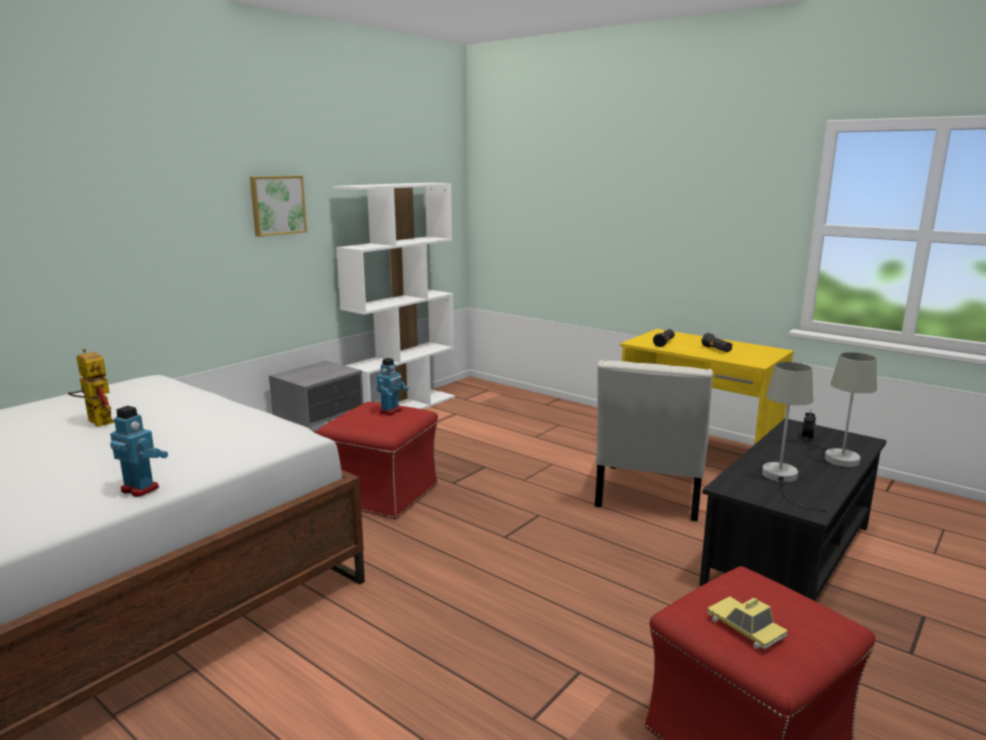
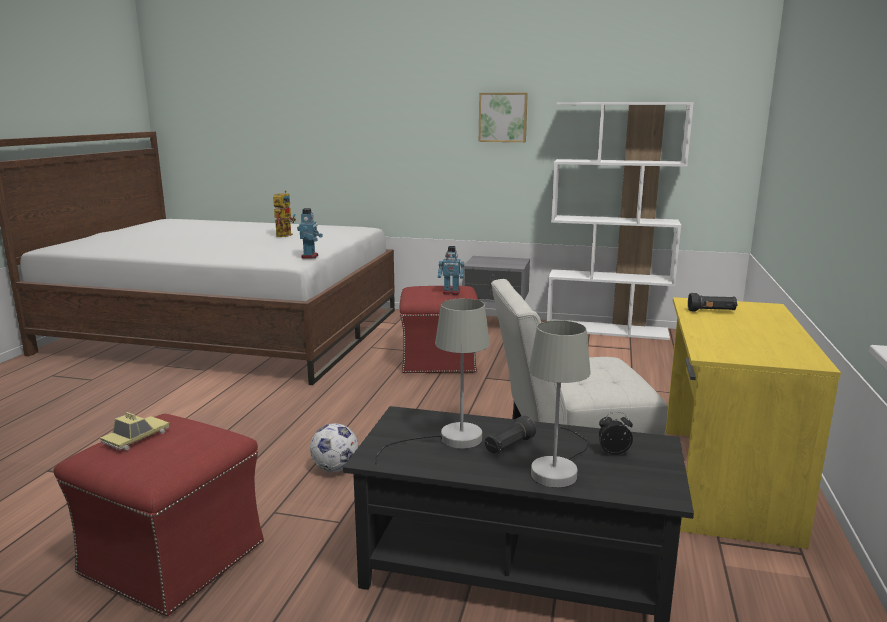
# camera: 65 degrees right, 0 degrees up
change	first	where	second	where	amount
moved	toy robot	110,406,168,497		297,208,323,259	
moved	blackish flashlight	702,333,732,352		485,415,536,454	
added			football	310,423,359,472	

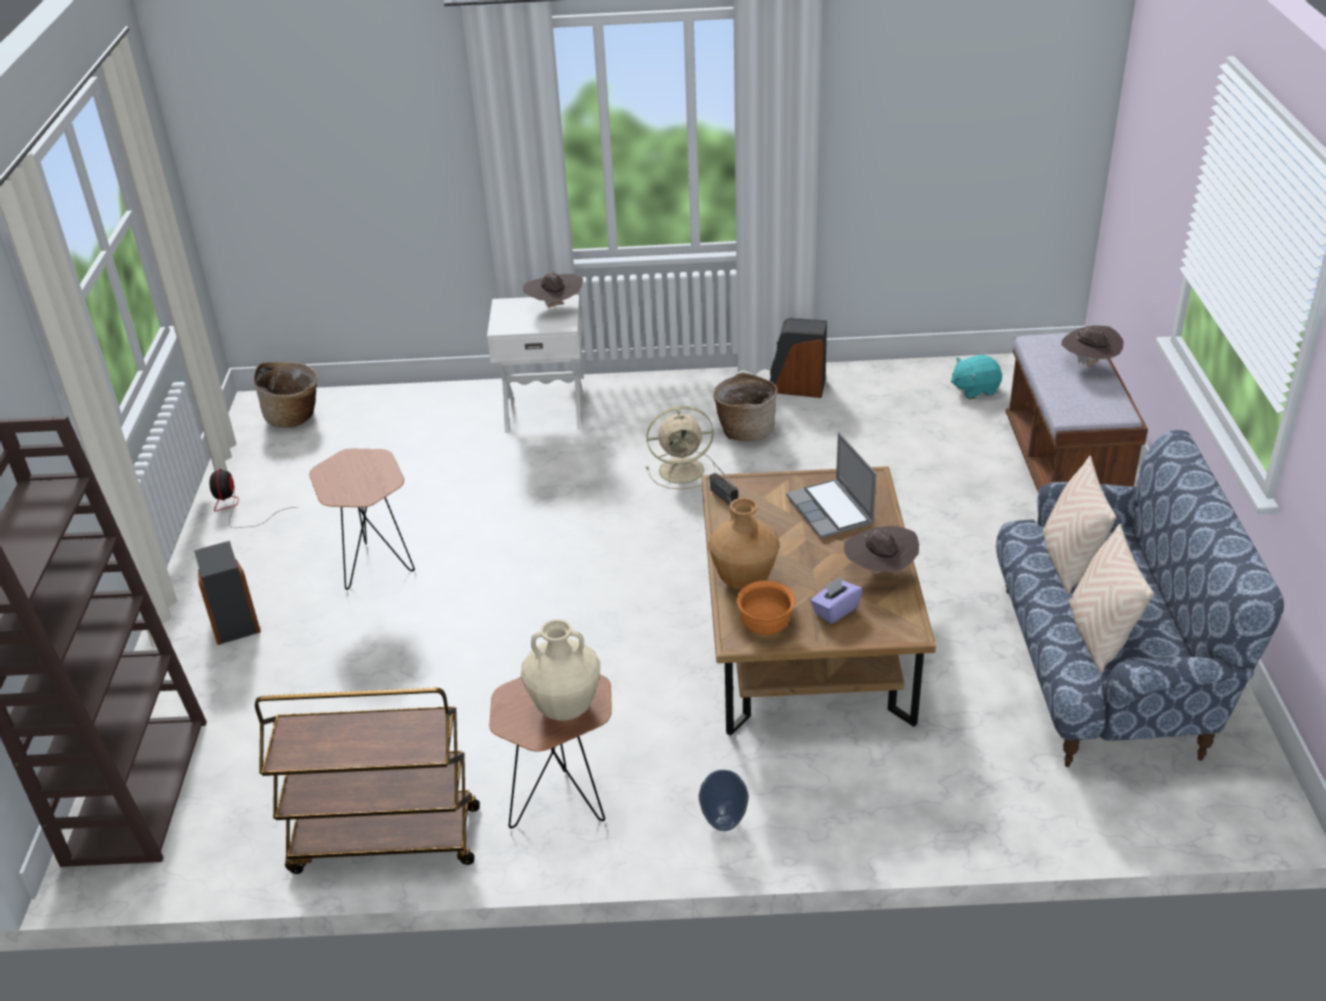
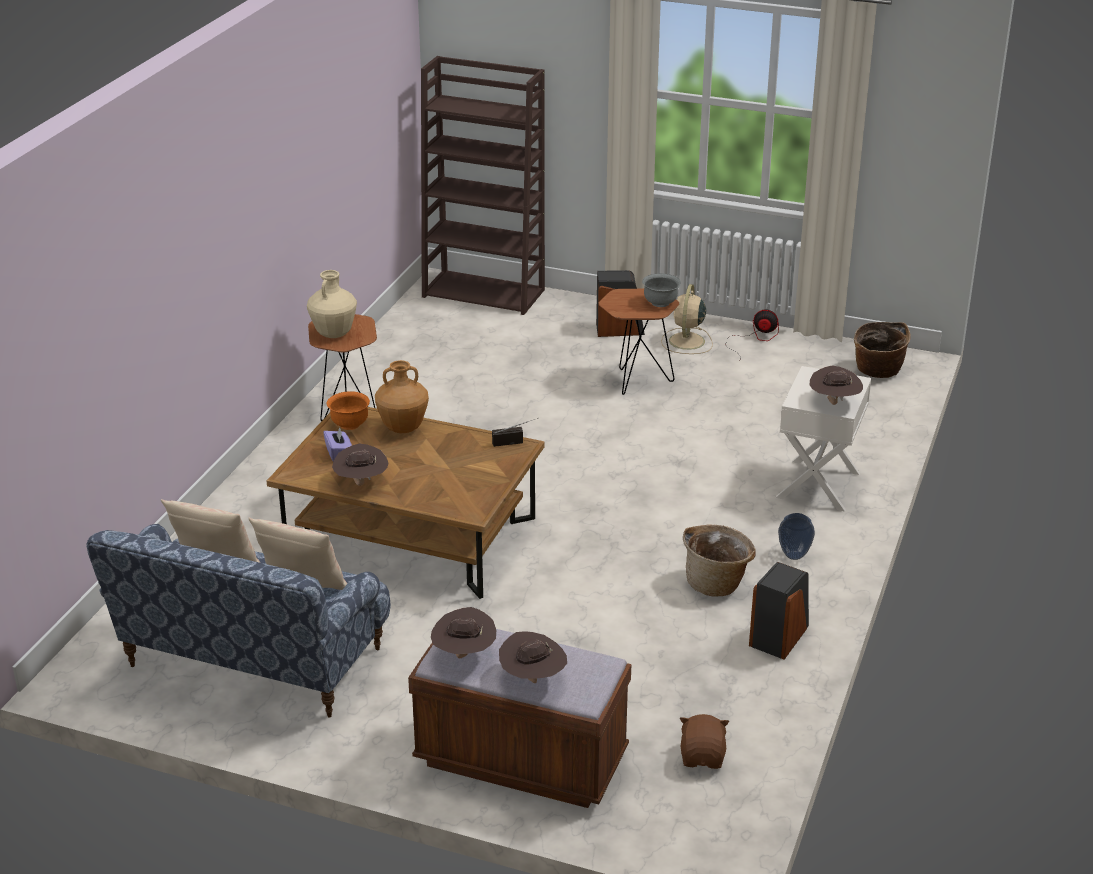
# camera: 110 degrees right, 5 degrees down
change	first	where	second	where	amount
removed	brownish cart	255,688,480,874			
moved	beige-coloured fan	646,406,715,489		661,284,713,354	
moved	flower vase	699,770,749,831		778,513,815,560	
removed	portable computer	786,432,876,538			
recoloured	blue-green cuddly toy	951,355,1002,399	brownish cuddly toy	680,714,729,769	
added			brownish wearable hat	431,607,496,658	
added			gray deep dish	642,273,681,307	

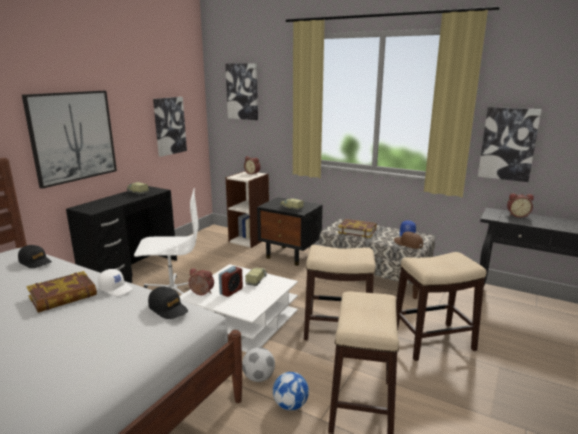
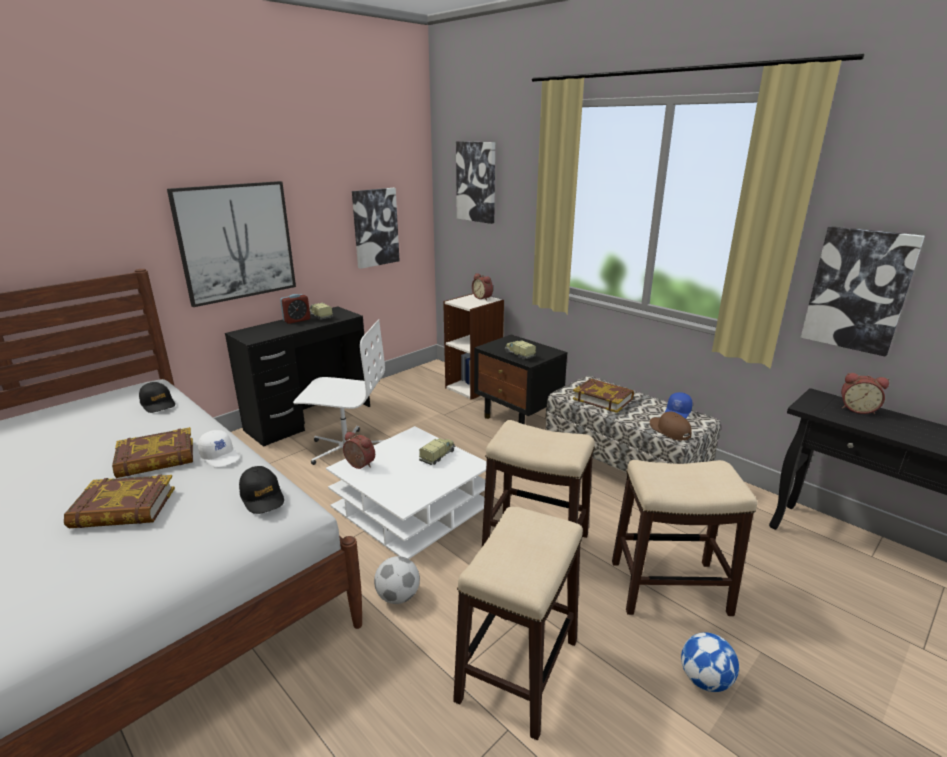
# camera: 15 degrees right, 5 degrees up
change	first	where	second	where	amount
moved	bedside clock	219,266,243,297		280,294,310,324	
moved	football	273,372,309,411		681,632,739,692	
added			book	64,475,175,528	

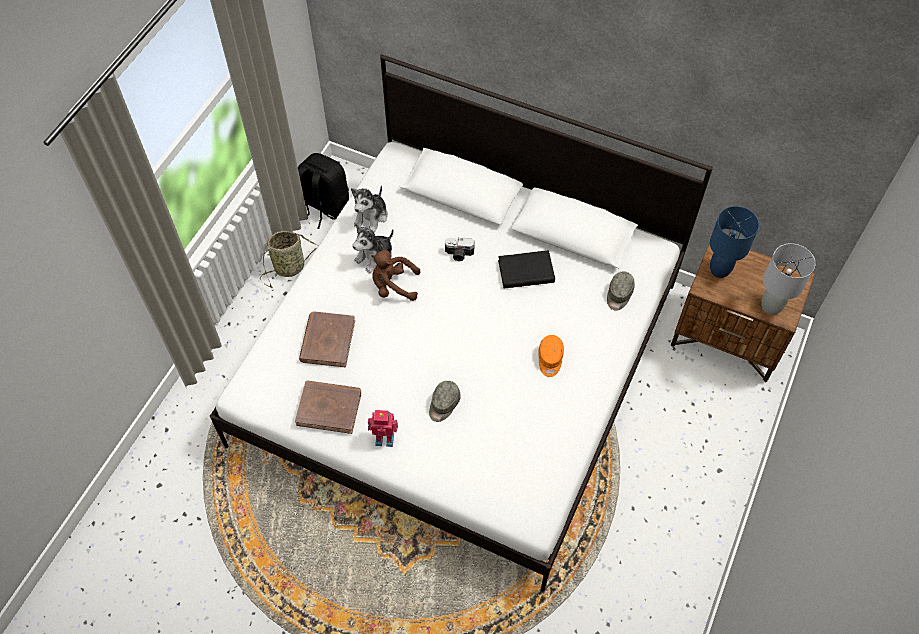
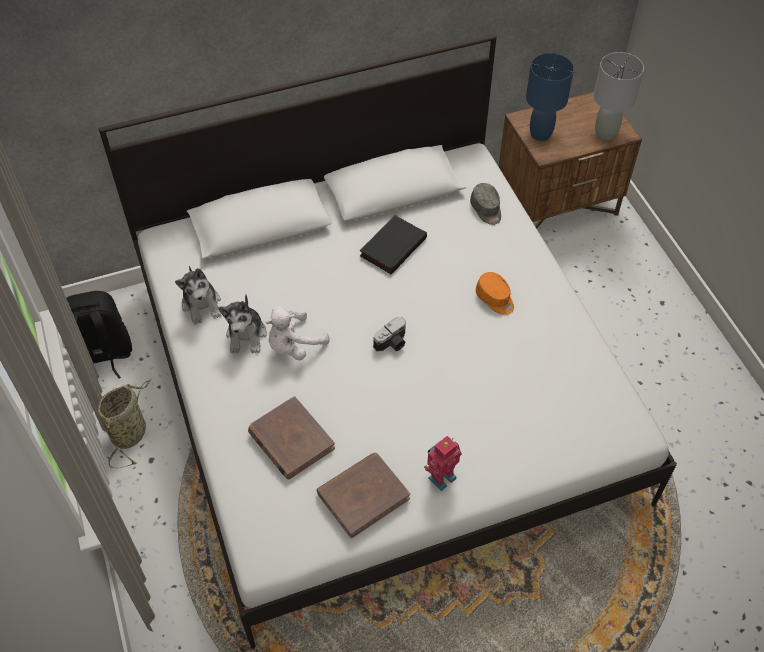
# camera: 45 degrees left, 5 degrees down
change	first	where	second	where	amount
recoloured	brownish cuddly toy	371,250,420,301	white cuddly toy	266,306,330,360	
removed	gray peaked cap	429,381,461,422			
moved	still camera	445,237,474,261		373,317,406,352	

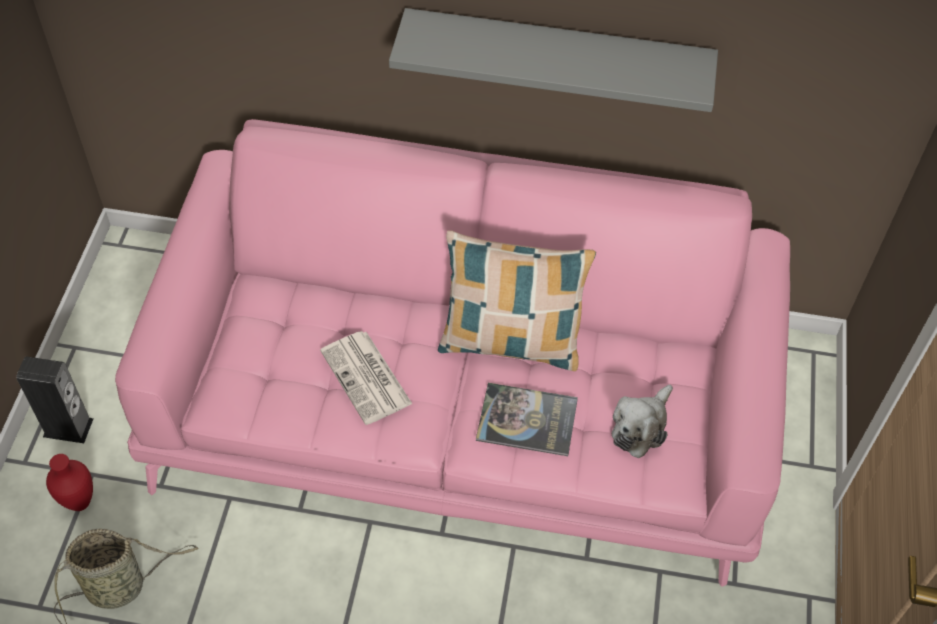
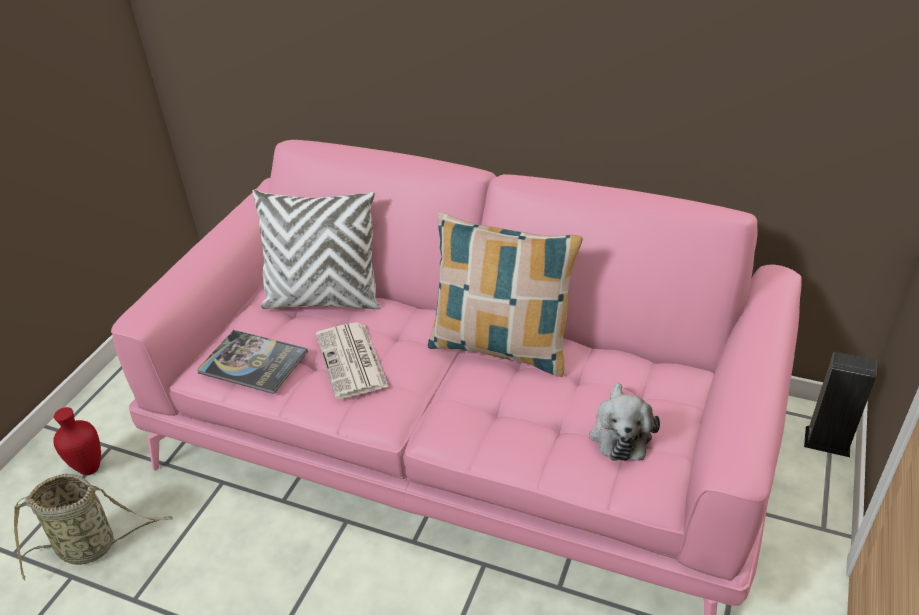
# camera: 15 degrees right, 15 degrees down
change	first	where	second	where	amount
moved	audio speaker	17,357,93,443		804,351,877,457	
removed	gray bracket shelf	389,8,718,112			
moved	book	476,383,578,456		197,330,308,394	
turned	cuddly toy	612,385,673,458		589,383,660,461	45 degrees counterclockwise
added			white pillow	252,190,381,309	

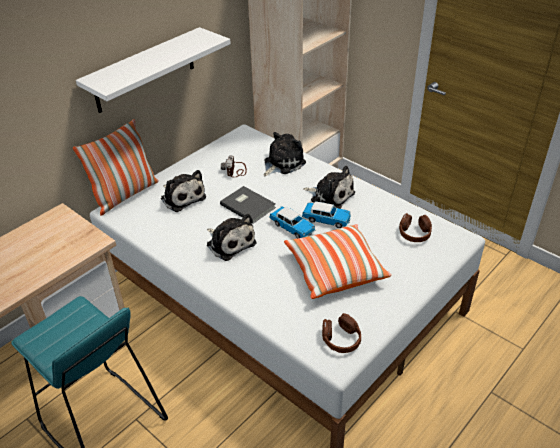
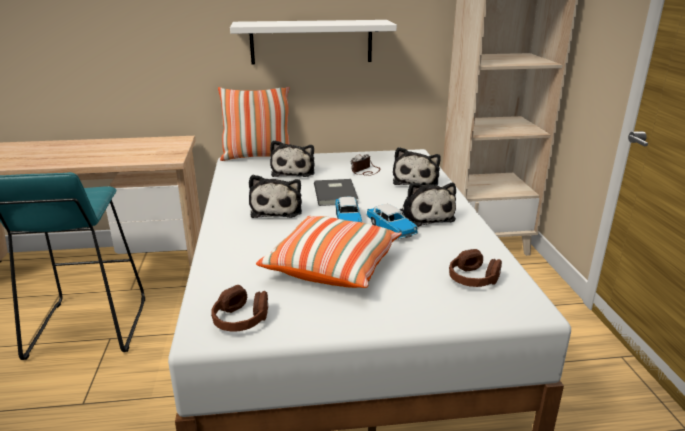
# camera: 40 degrees right, 15 degrees down
change	first	where	second	where	amount
turned	cuddly toy	263,132,306,176		393,147,441,186	105 degrees clockwise

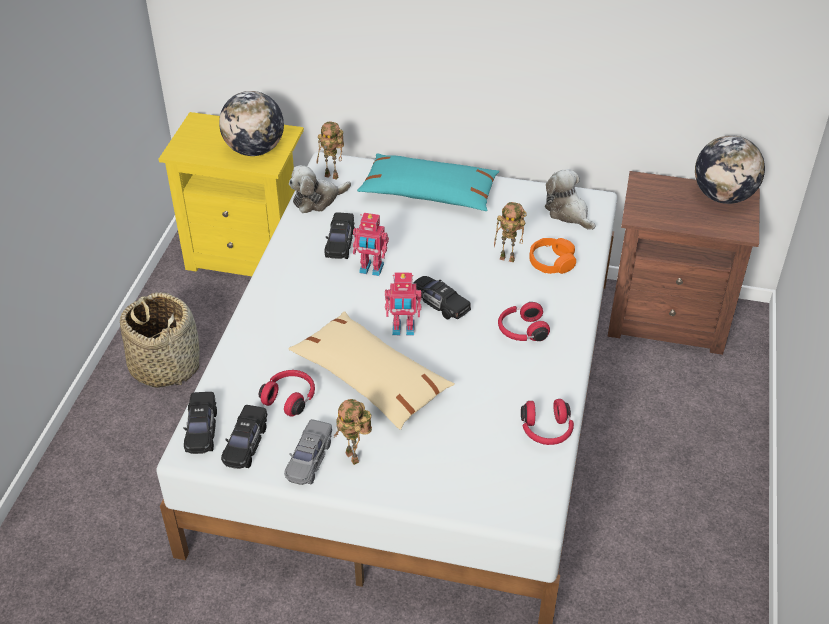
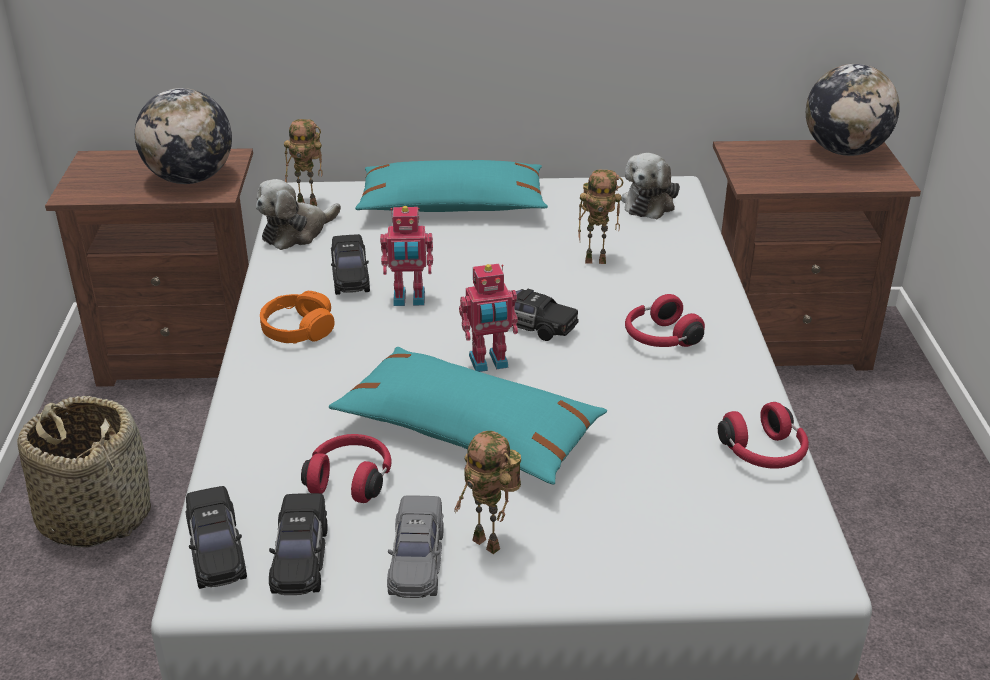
# camera: 15 degrees left, 10 degrees down
change	first	where	second	where	amount
recoloured	yellow-coloured bedside table	159,112,304,276	brownish bedside table	45,148,253,387	
recoloured	beige-coloured pillow	288,311,455,430	blue-green pillow	329,347,607,485	
moved	orangey headphones	529,238,576,274		260,291,335,344	
turned	cuddly toy	545,169,596,230		621,153,680,220	105 degrees counterclockwise

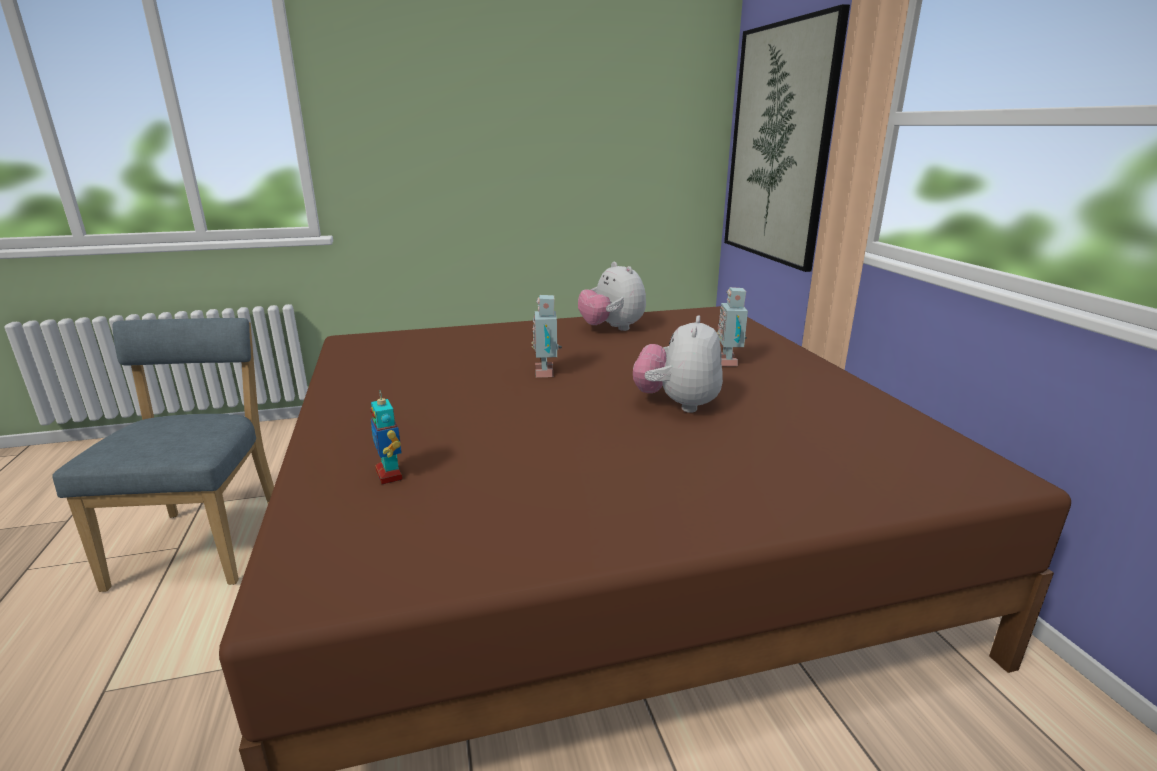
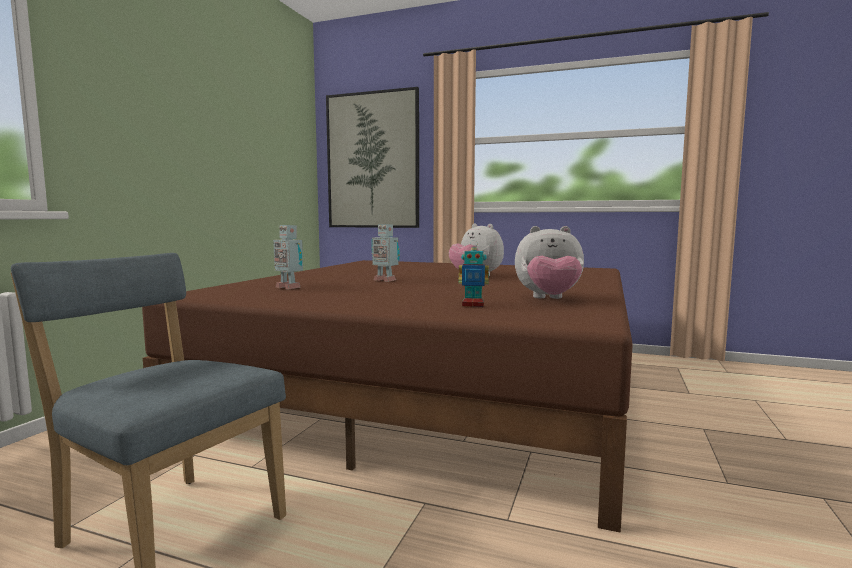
# camera: 55 degrees left, 15 degrees down
change	first	where	second	where	amount
moved	cuddly toy	578,262,646,331		515,226,584,299	
moved	toy robot	717,287,748,366		273,225,303,289	

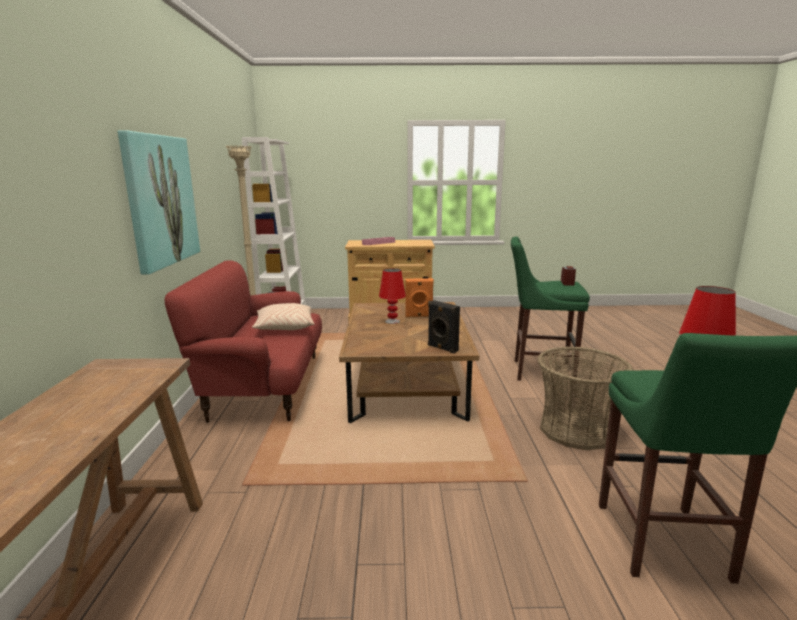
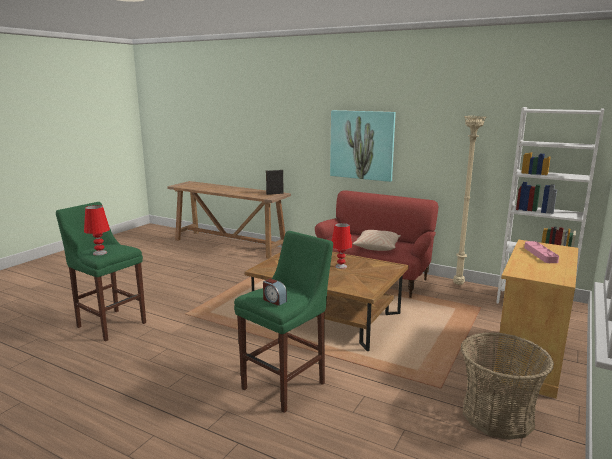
# camera: 120 degrees right, 0 degrees up
change	first	where	second	where	amount
removed	orangey audio speaker	405,278,434,317			
moved	blackish audio speaker	428,300,460,354		266,170,284,195	
moved	household basket	537,346,634,450		460,332,554,440	

